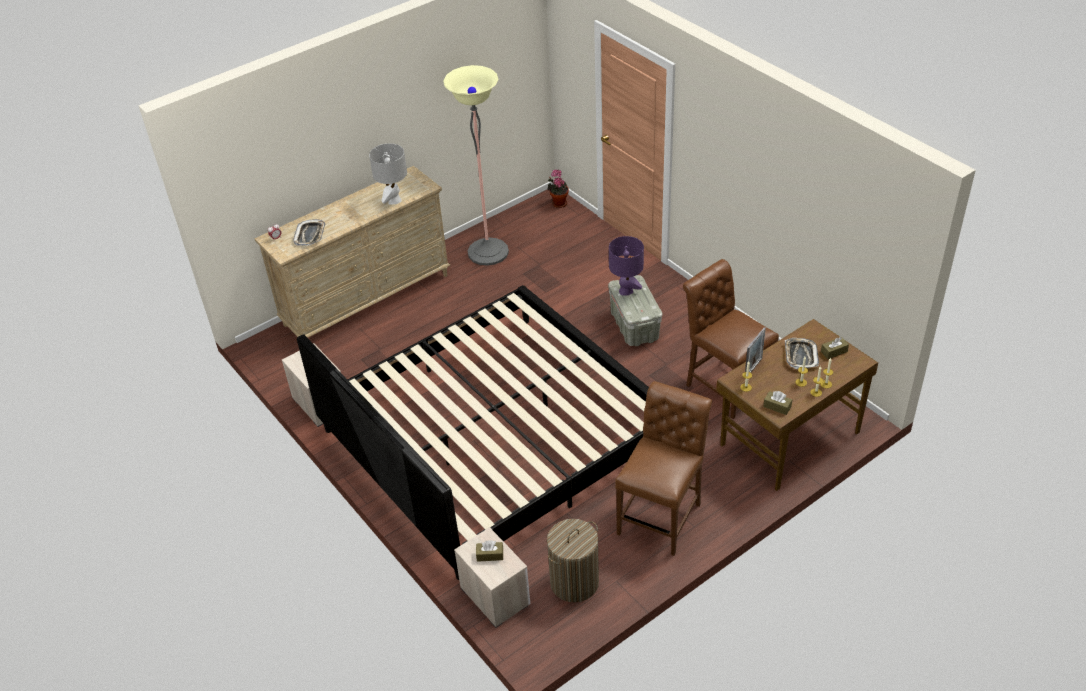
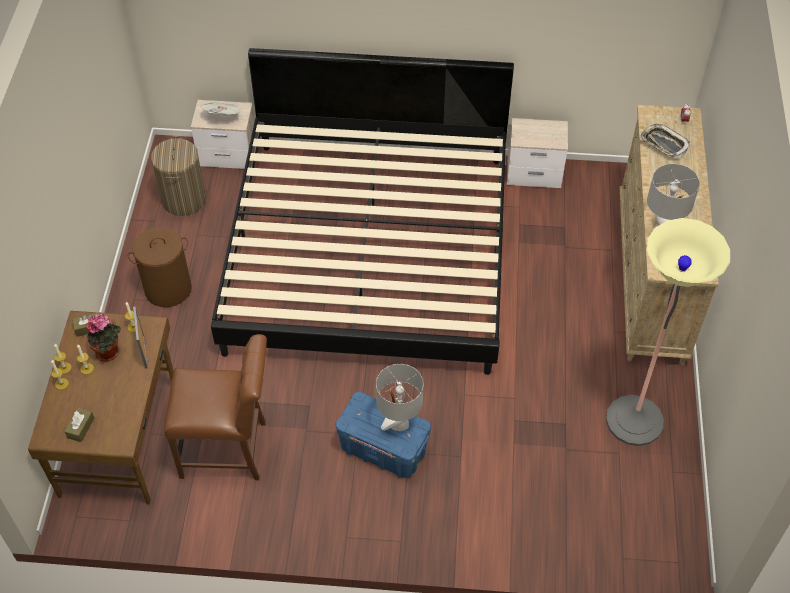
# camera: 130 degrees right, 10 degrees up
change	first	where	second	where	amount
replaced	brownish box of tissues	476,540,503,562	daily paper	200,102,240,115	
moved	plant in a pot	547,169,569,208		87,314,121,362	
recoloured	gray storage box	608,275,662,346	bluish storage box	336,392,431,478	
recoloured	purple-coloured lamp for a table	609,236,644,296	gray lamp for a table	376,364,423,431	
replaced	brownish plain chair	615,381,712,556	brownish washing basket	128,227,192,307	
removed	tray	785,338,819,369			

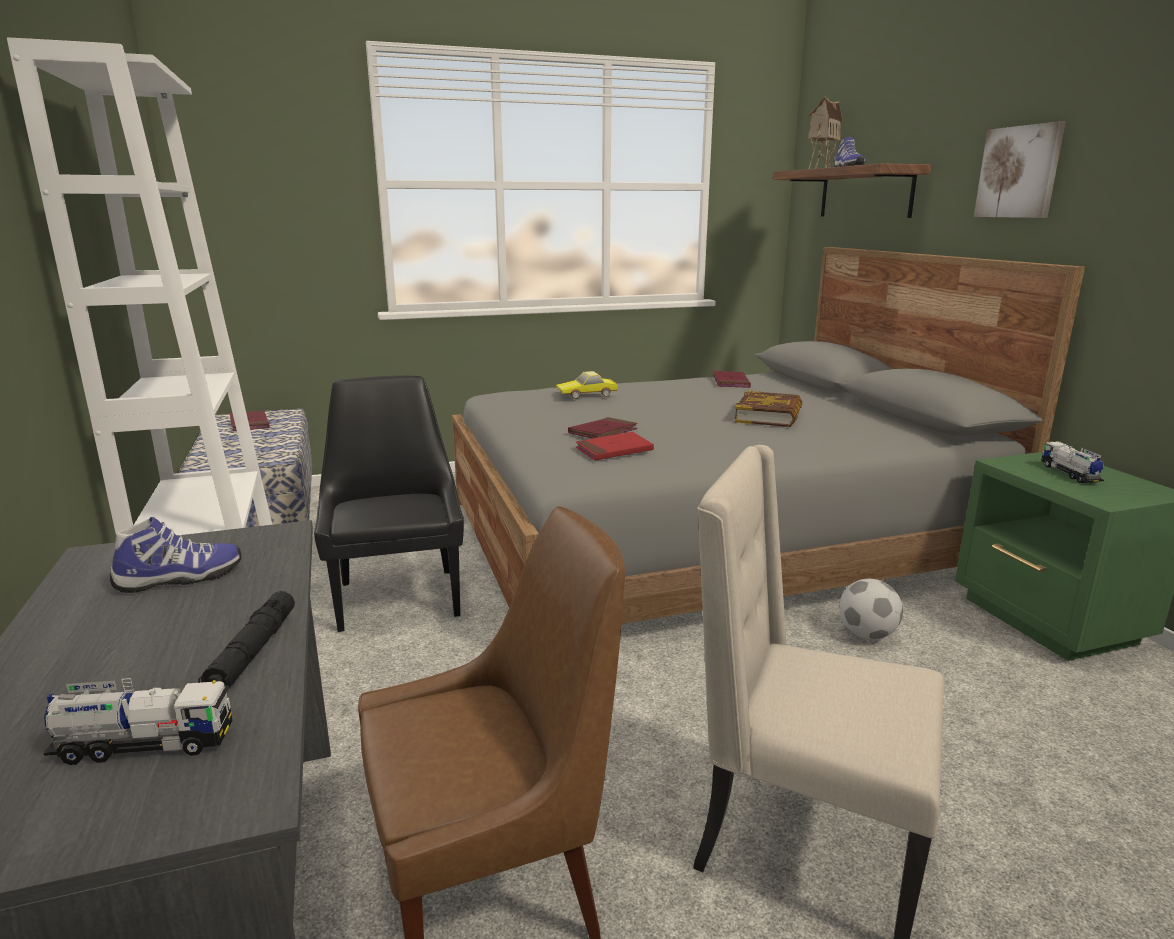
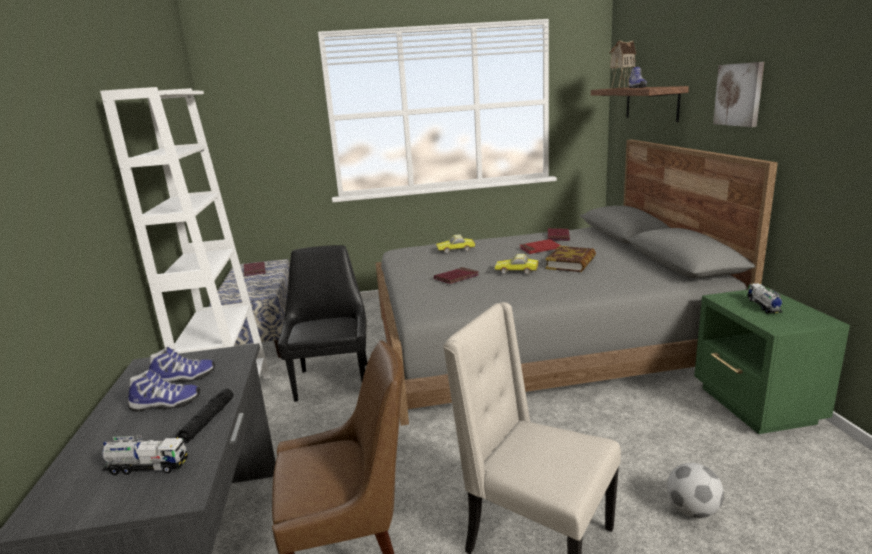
# camera: 10 degrees right, 0 degrees up
change	first	where	second	where	amount
moved	red book	576,432,654,461		520,239,561,254	
moved	football	839,579,903,639		667,463,724,518	
added			shoe	128,369,200,412	
added			miniature car	495,254,539,274	

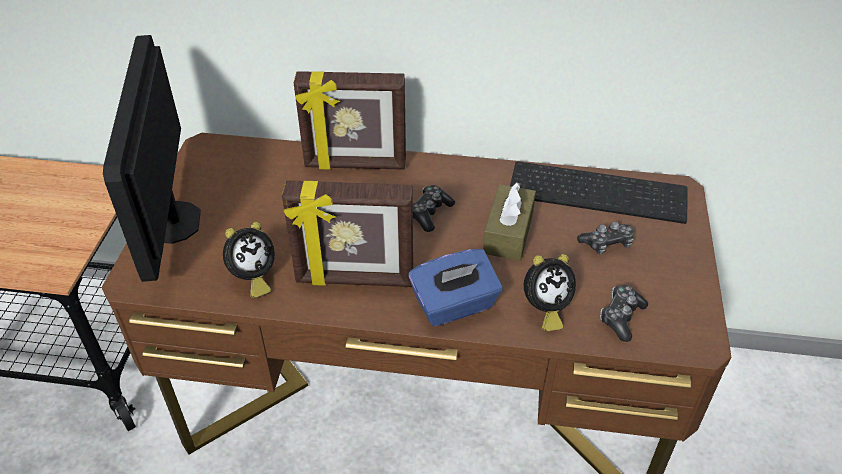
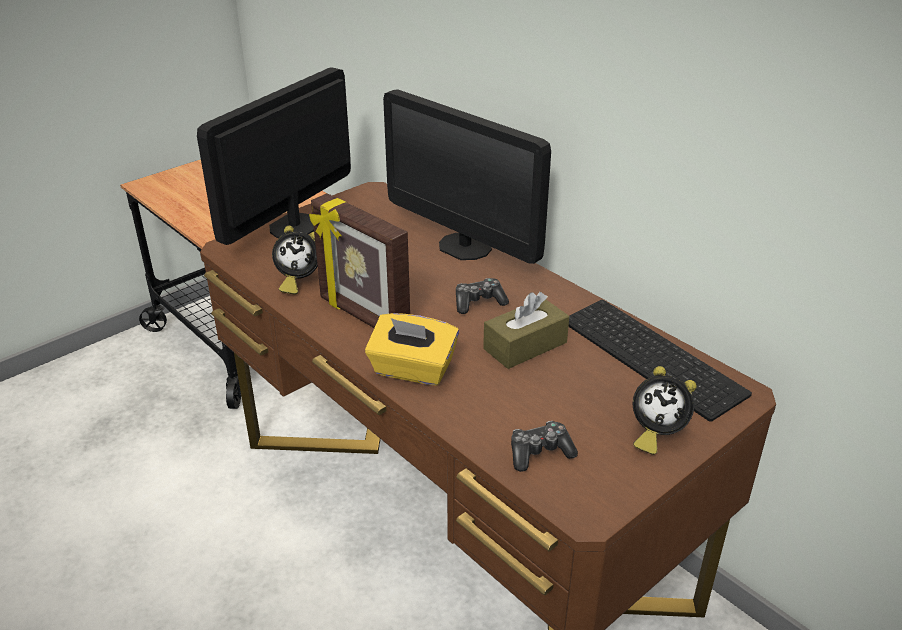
# camera: 40 degrees right, 10 degrees down
change	first	where	second	where	amount
replaced	photo frame	294,71,406,170	computer display	383,89,551,264	
recoloured	bluish box of tissues	408,249,503,327	yellow-coloured box of tissues	365,313,459,386	
moved	bedside clock	524,254,576,331		633,366,697,454	
removed	game controller	577,221,634,254			

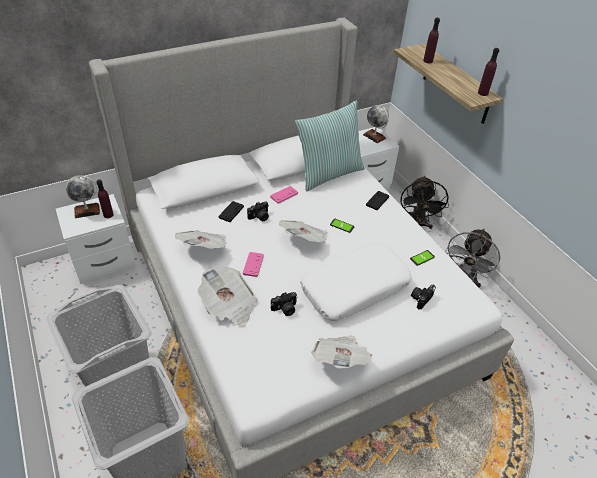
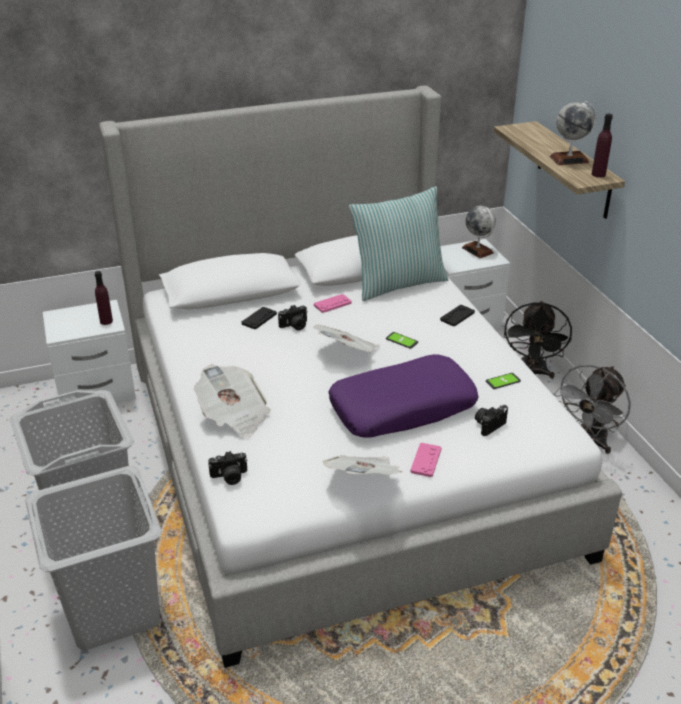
# camera: 10 degrees right, 10 degrees down
change	first	where	second	where	amount
moved	globe	66,175,100,218		550,101,596,165	
removed	daily paper	175,230,227,249			
moved	pink-coloured game controller	243,252,264,277		410,443,442,477	
moved	still camera	271,292,297,316		208,451,247,485	
recoloured	white pillow	300,243,412,321	purple-coloured pillow	328,354,478,438	
removed	purple-coloured beverage bottle	423,18,440,63			

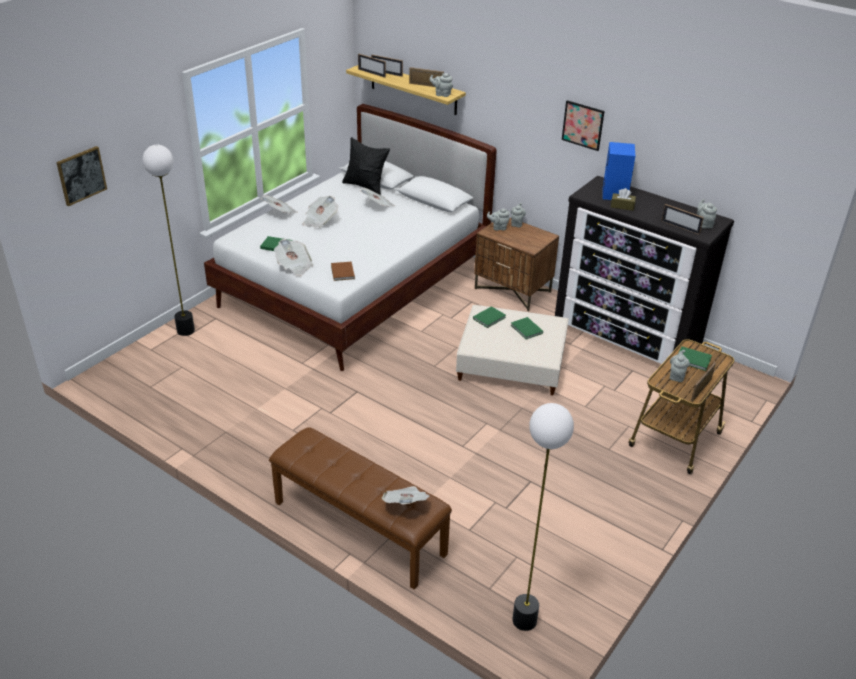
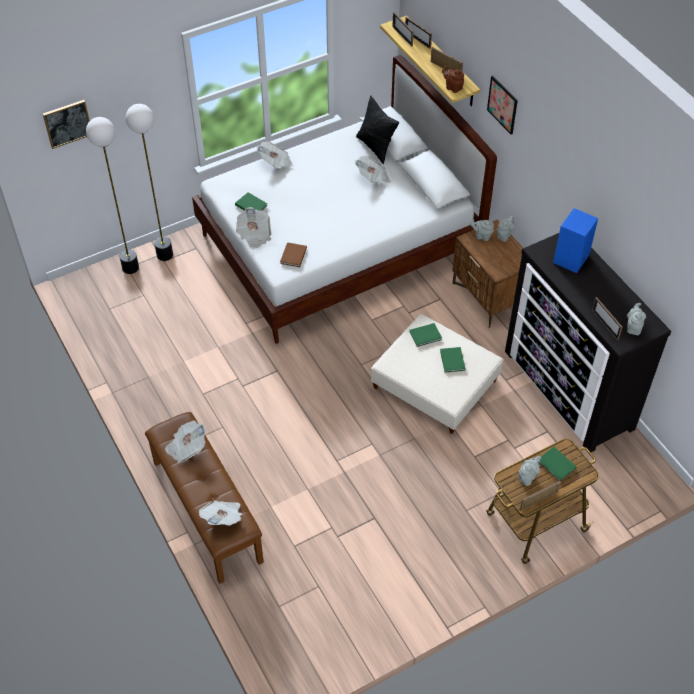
# camera: 25 degrees right, 15 degrees up
change	first	where	second	where	amount
moved	daily paper	303,196,338,228		165,420,206,463	
recoloured	gray teapot	429,73,453,97	brownish teapot	442,66,464,93	
moved	standard lamp	512,403,574,631		86,117,139,274	
moved	picture	562,100,605,151		487,76,518,134	
removed	brownish box of tissues	611,188,636,211			

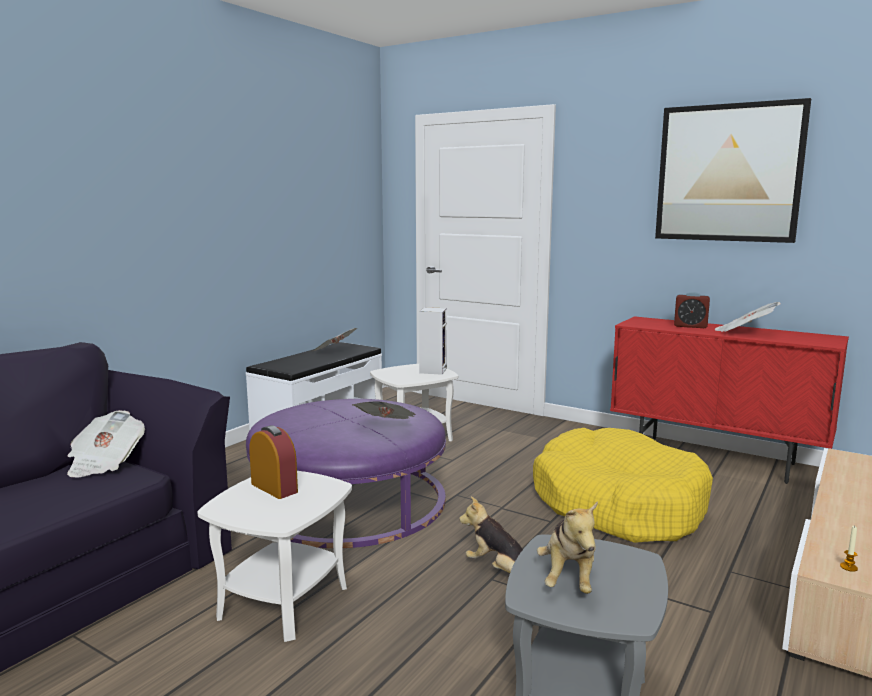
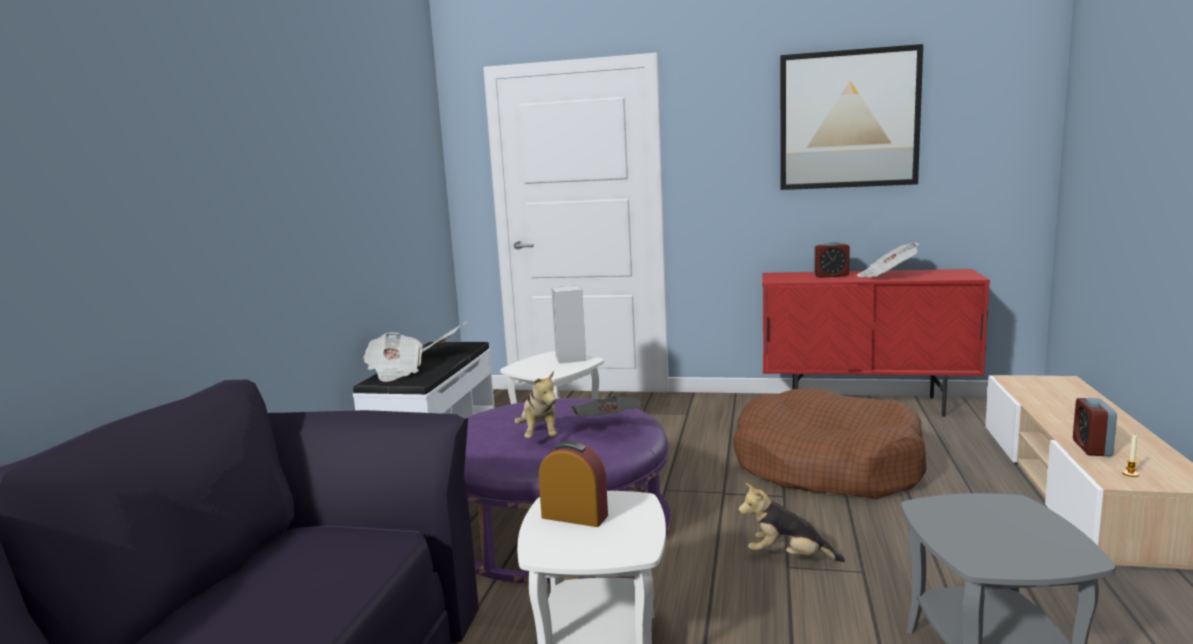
# camera: 20 degrees left, 0 degrees up
change	first	where	second	where	amount
moved	daily paper	67,410,145,477		363,332,423,382	
recoloured	yellow-coloured dog cushion	533,428,713,543	brownish dog cushion	733,388,927,499	
moved	cuddly toy	537,501,598,594		514,371,557,438	
added			bedside clock	1073,398,1117,456	

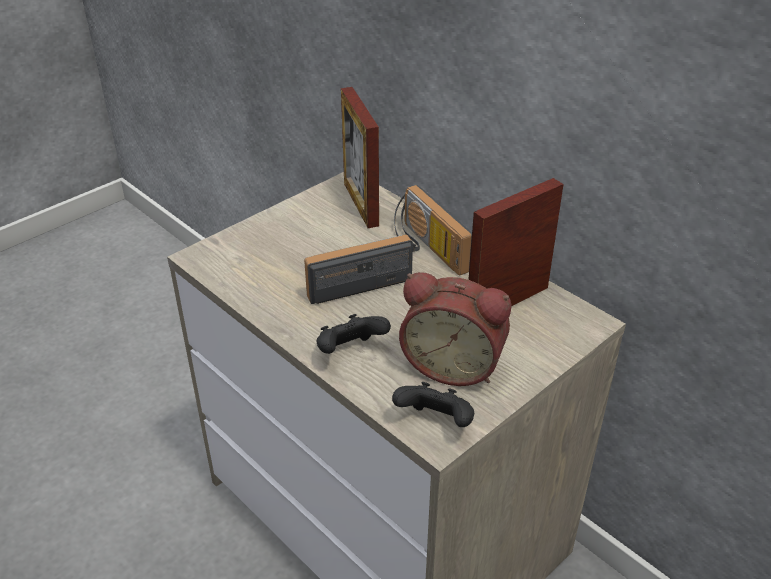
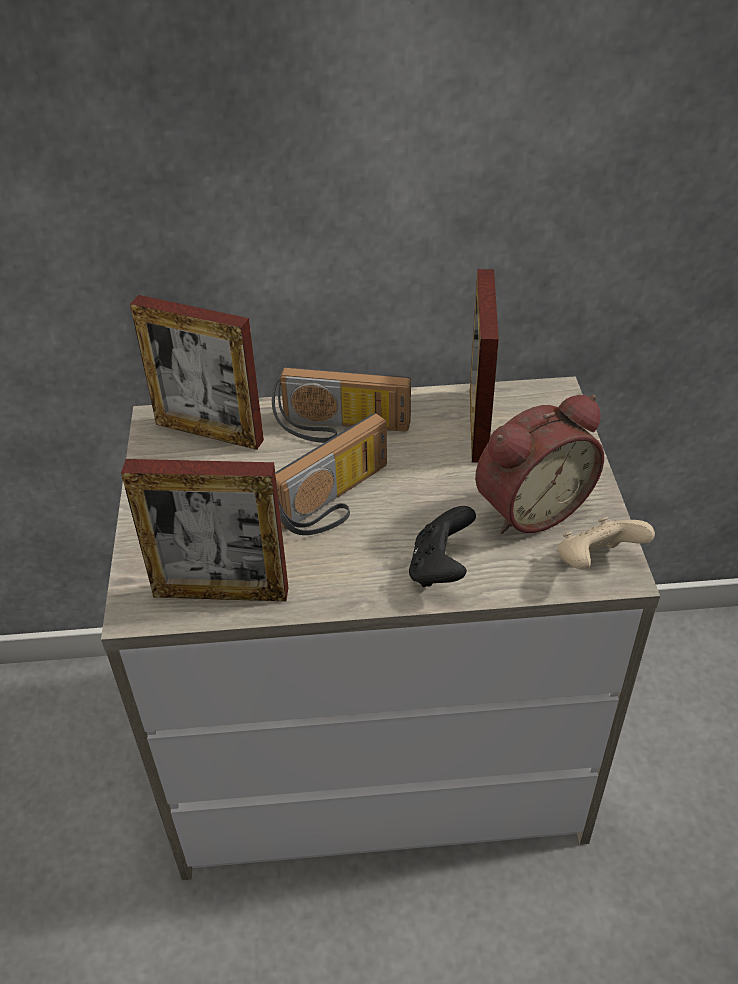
# camera: 50 degrees left, 5 degrees up
change	first	where	second	where	amount
turned	radio set	304,234,416,304		275,413,387,535	150 degrees counterclockwise
recoloured	blackish game controller	392,382,474,427	beige-coloured game controller	558,517,655,570	
added			photo frame	121,459,288,601	

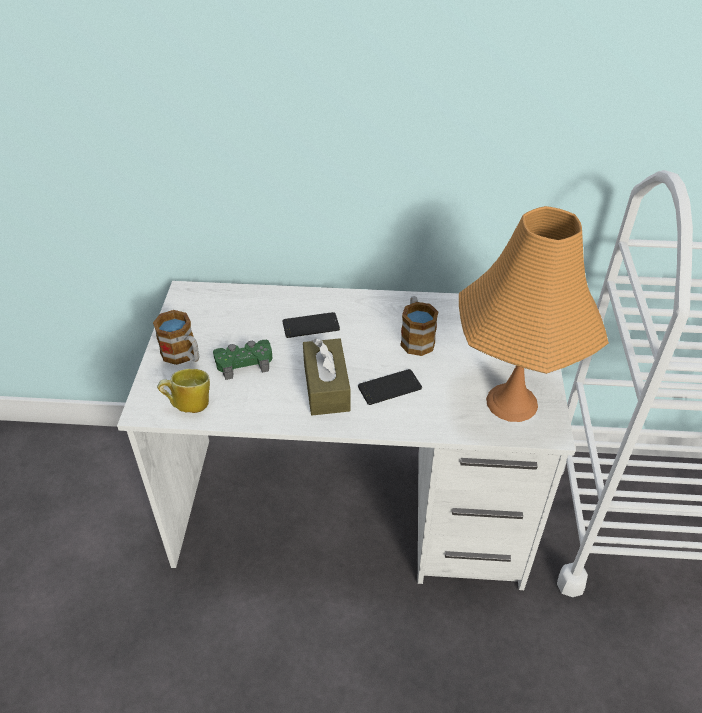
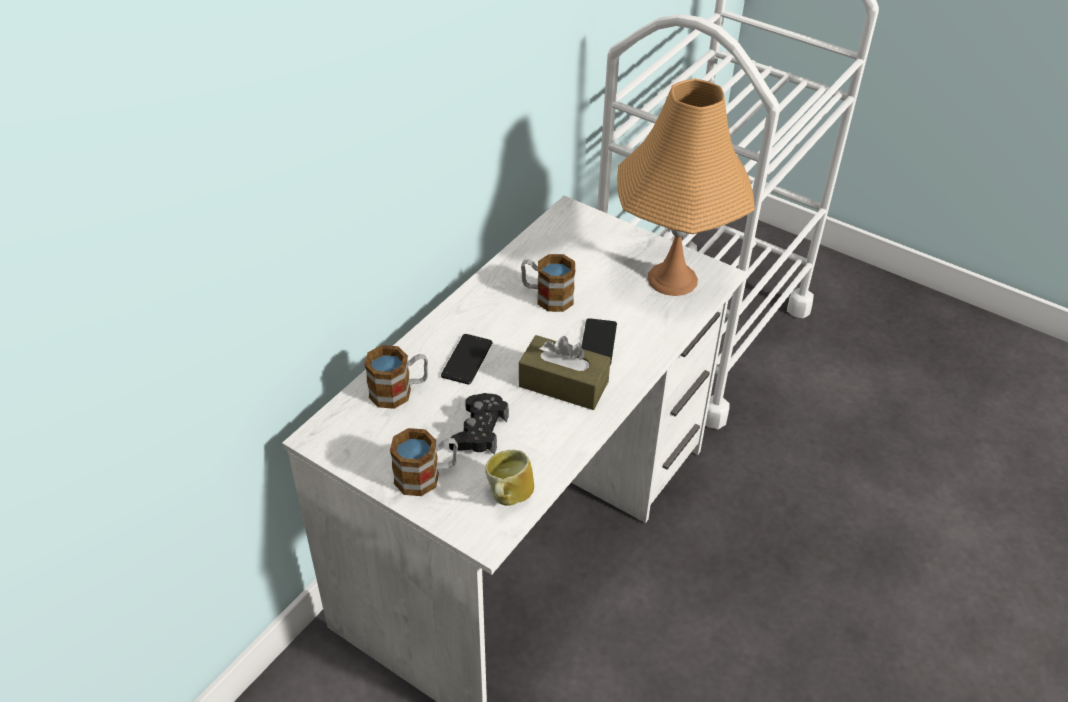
# camera: 60 degrees left, 0 degrees up
change	first	where	second	where	amount
recoloured	green game controller	213,340,272,380	blackish game controller	449,393,509,454	
added			mug	364,345,428,409	

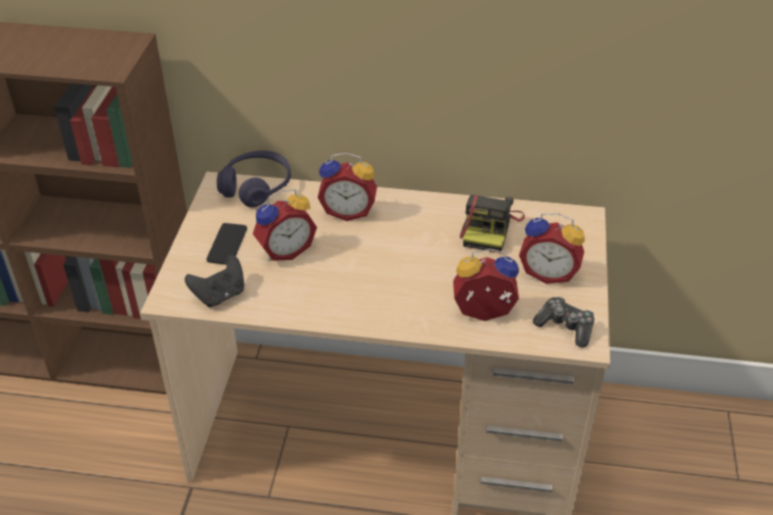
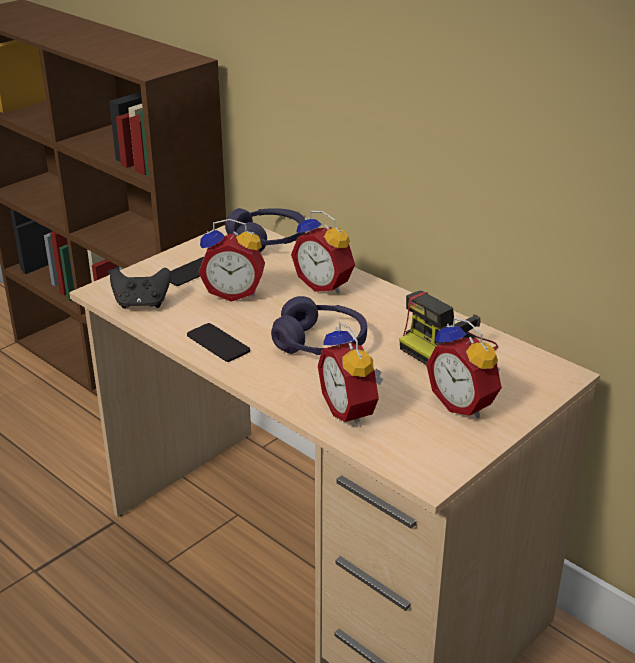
# camera: 35 degrees right, 10 degrees down
change	first	where	second	where	amount
turned	bedside clock	453,249,519,321		318,322,383,426	150 degrees counterclockwise
removed	game controller	533,297,594,348			
added			telephone	187,323,250,362	
added			purple-coloured headphones	271,296,367,355	

